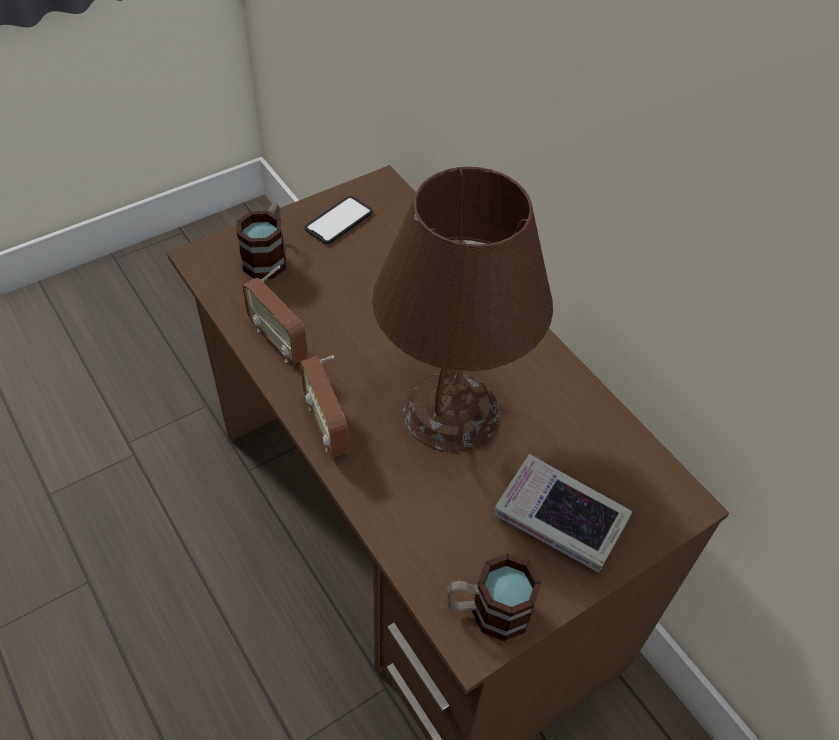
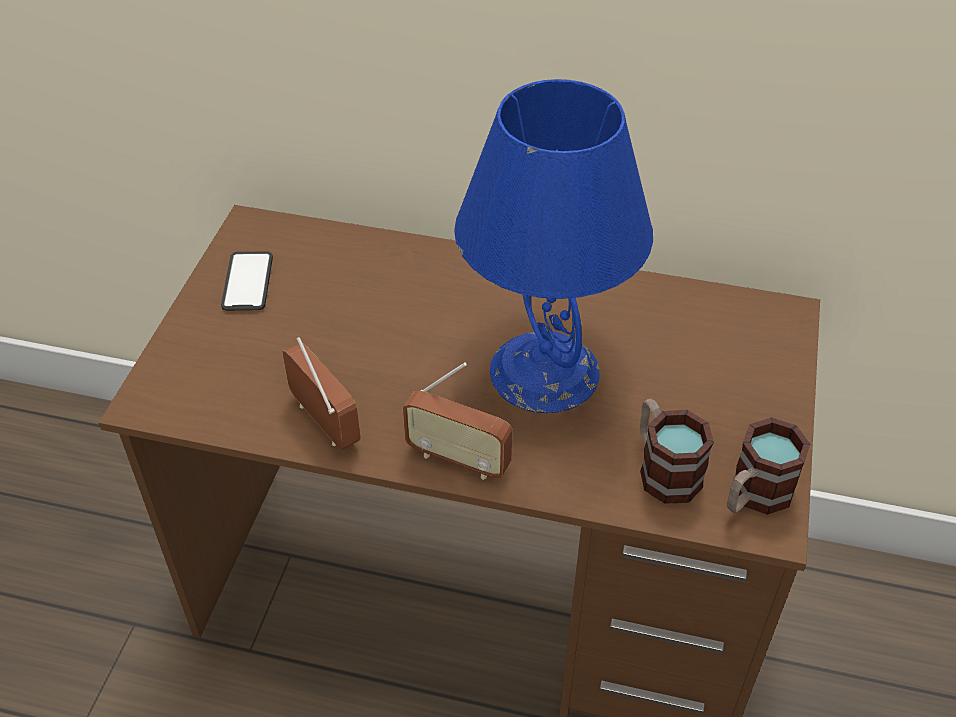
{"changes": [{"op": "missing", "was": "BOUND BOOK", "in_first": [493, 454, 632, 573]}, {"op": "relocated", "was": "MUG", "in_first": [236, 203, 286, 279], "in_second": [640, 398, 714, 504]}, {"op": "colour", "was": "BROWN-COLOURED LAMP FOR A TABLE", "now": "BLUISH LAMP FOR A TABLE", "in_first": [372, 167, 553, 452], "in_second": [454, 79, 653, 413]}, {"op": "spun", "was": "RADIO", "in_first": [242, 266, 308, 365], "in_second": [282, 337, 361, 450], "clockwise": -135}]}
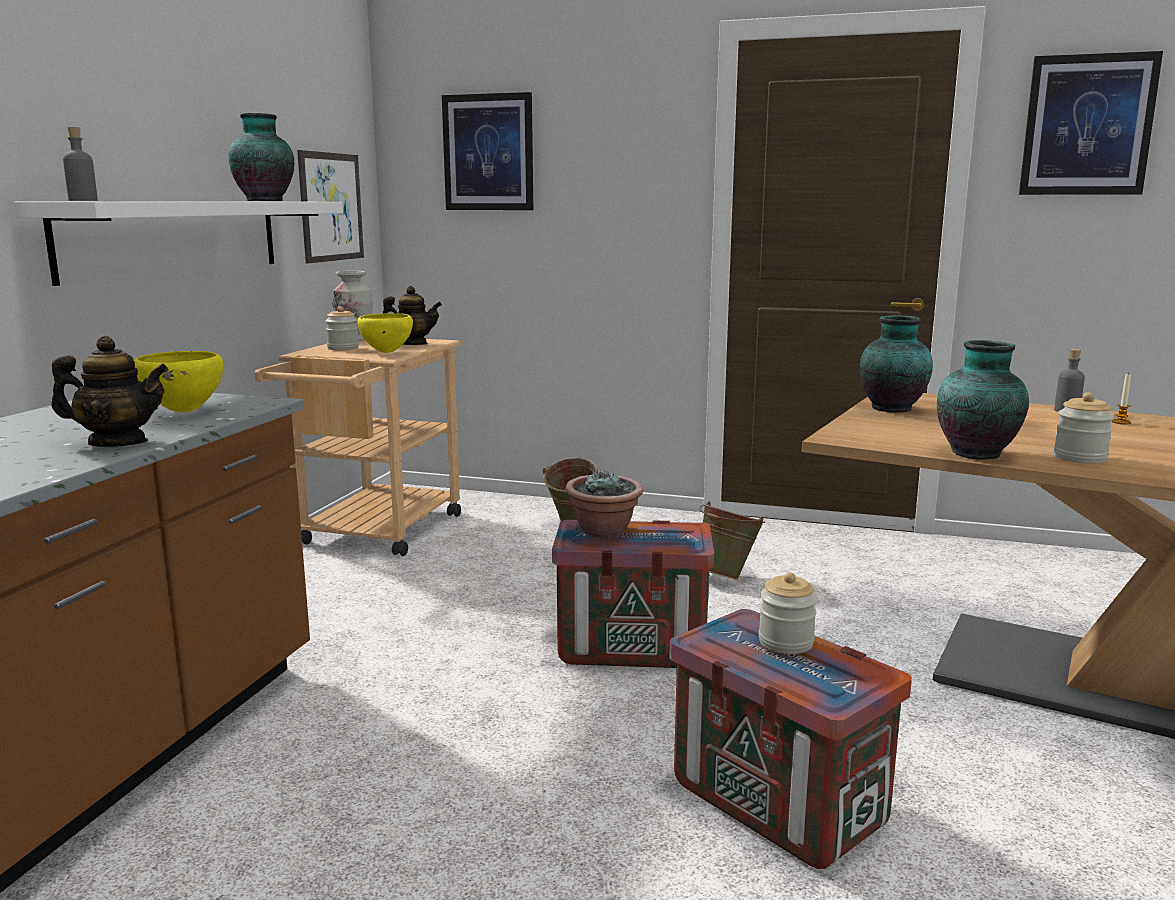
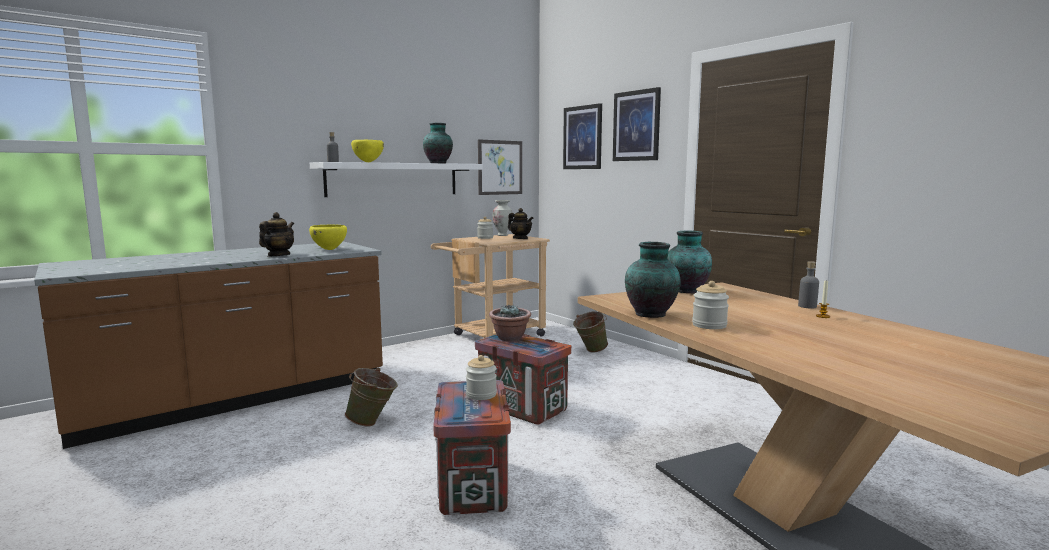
{"changes": [{"op": "relocated", "was": "YELLOW-COLOURED SERVING BOWL", "in_first": [357, 313, 413, 353], "in_second": [351, 140, 384, 162]}, {"op": "relocated", "was": "GREEN BUCKET", "in_first": [699, 502, 765, 580], "in_second": [345, 368, 398, 426]}, {"op": "relocated", "was": "PICTURE", "in_first": [1019, 51, 1163, 195], "in_second": [613, 87, 661, 161]}, {"op": "spun", "was": "TEAPOT", "in_first": [51, 336, 169, 447], "in_second": [259, 212, 294, 256], "clockwise": -105}]}
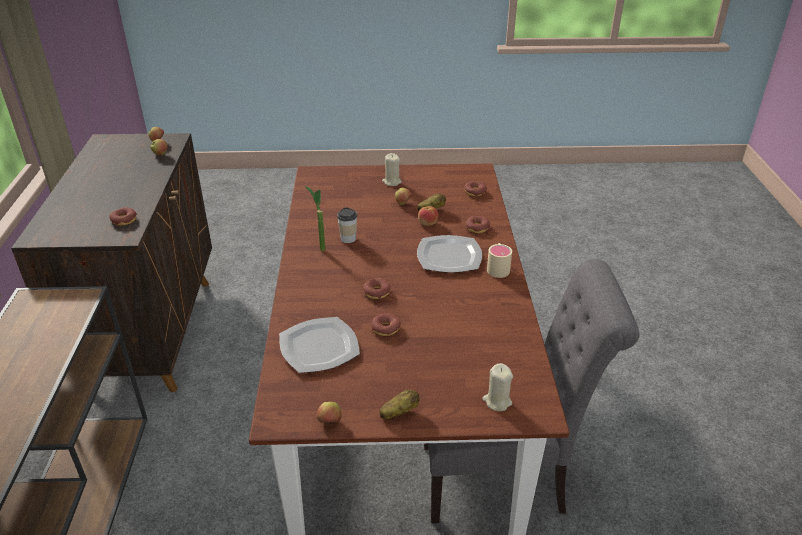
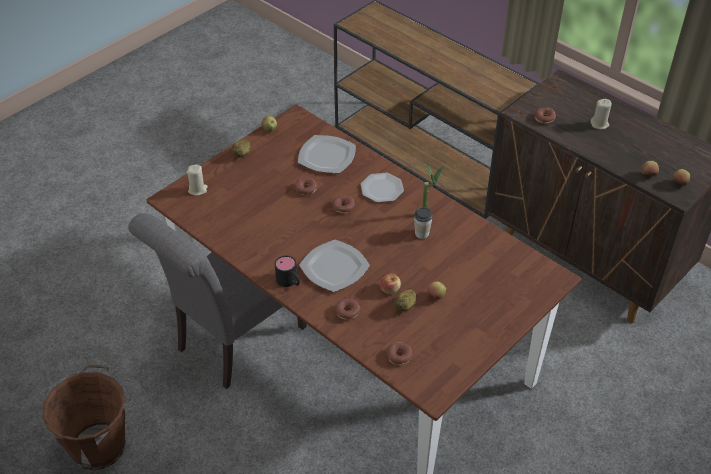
{"changes": [{"op": "appeared", "now": "BROWN-COLOURED BUCKET", "in_second": [42, 364, 131, 471]}, {"op": "appeared", "now": "PLATE", "in_second": [361, 173, 404, 203]}, {"op": "relocated", "was": "BEIGE WAX CANDLE", "in_first": [382, 153, 402, 186], "in_second": [590, 99, 611, 129]}, {"op": "colour", "was": "BEIGE MUG", "now": "BLACK MUG", "in_first": [487, 243, 512, 278], "in_second": [275, 255, 300, 287]}]}
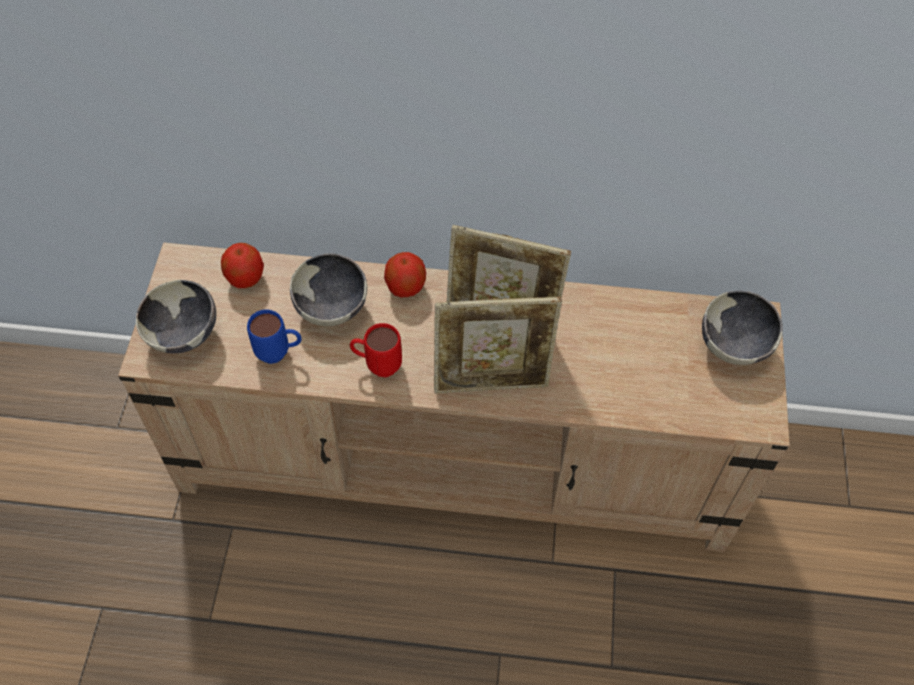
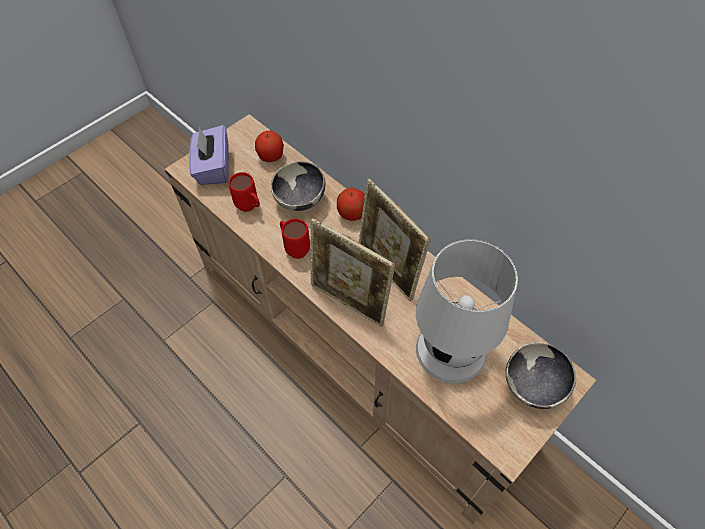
{"changes": [{"op": "appeared", "now": "WHITE-COLOURED LAMP FOR A TABLE", "in_second": [416, 239, 518, 384]}, {"op": "exchanged", "was": "SERVING BOWL", "now": "PURPLE TISSUE BOX", "in_first": [136, 280, 216, 353], "in_second": [189, 125, 229, 185]}, {"op": "colour", "was": "BLUISH MUG", "now": "REDDISH MUG", "in_first": [247, 310, 302, 364], "in_second": [229, 172, 260, 212]}]}
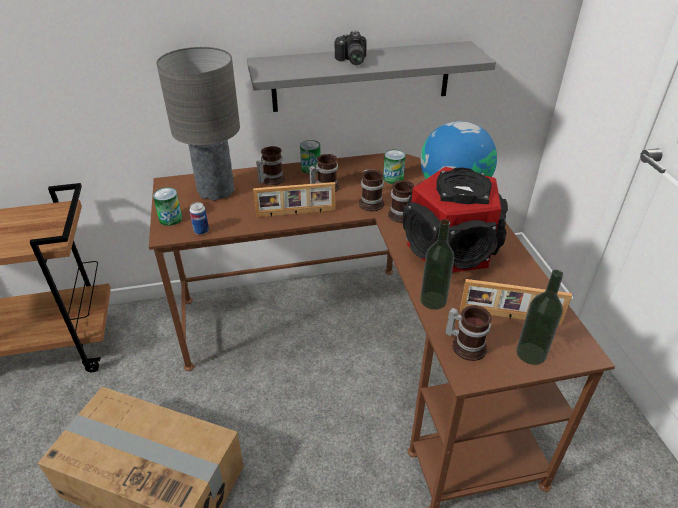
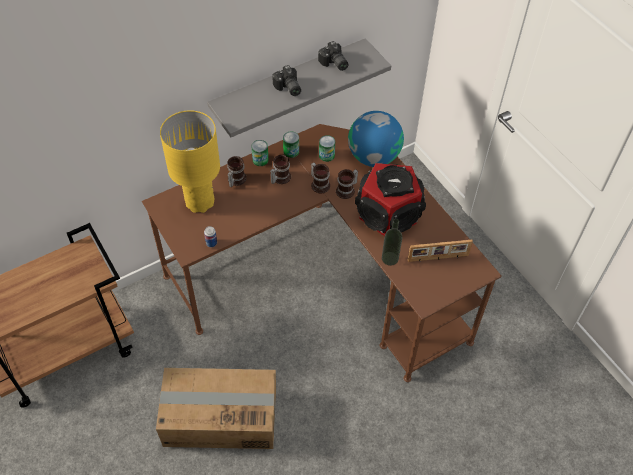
{"changes": [{"op": "missing", "was": "STANDING FRAME", "in_first": [253, 182, 335, 217]}, {"op": "missing", "was": "MUG", "in_first": [445, 305, 492, 361]}, {"op": "missing", "was": "DRINK BOTTLE", "in_first": [516, 270, 564, 365]}, {"op": "appeared", "now": "PHOTO CAMERA", "in_second": [318, 41, 349, 71]}, {"op": "relocated", "was": "METAL CAN", "in_first": [153, 188, 182, 226], "in_second": [283, 132, 299, 158]}, {"op": "colour", "was": "GREY LAMP FOR A TABLE", "now": "YELLOW-COLOURED LAMP FOR A TABLE", "in_first": [156, 47, 240, 201], "in_second": [160, 110, 220, 213]}]}
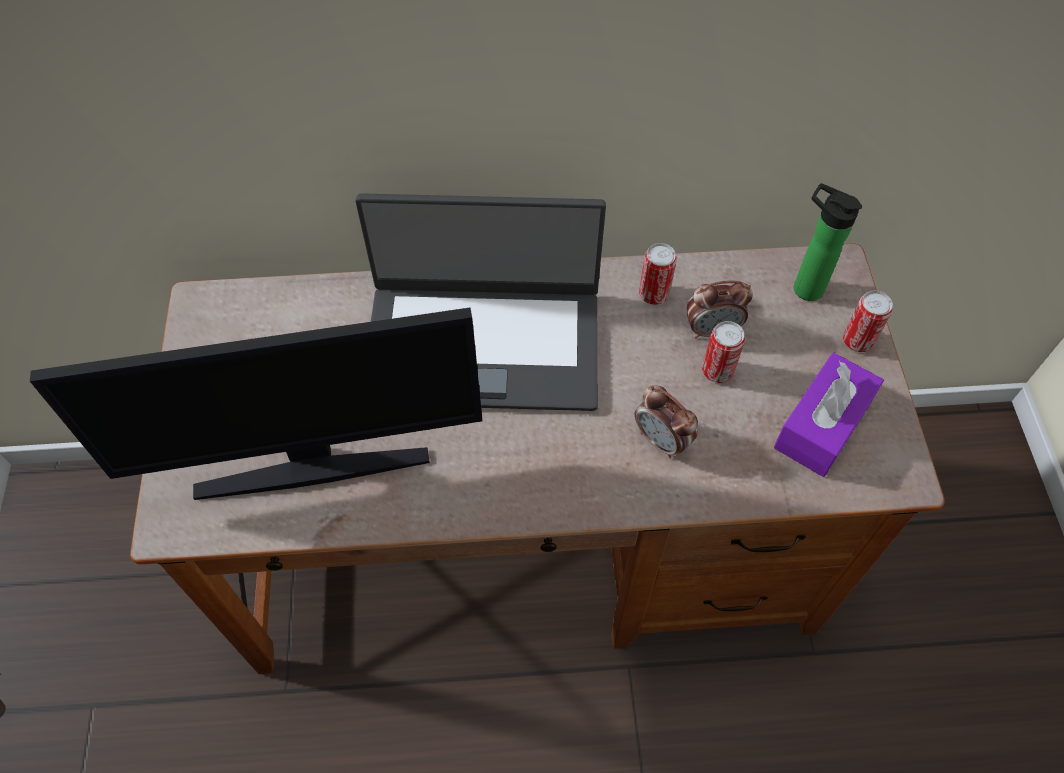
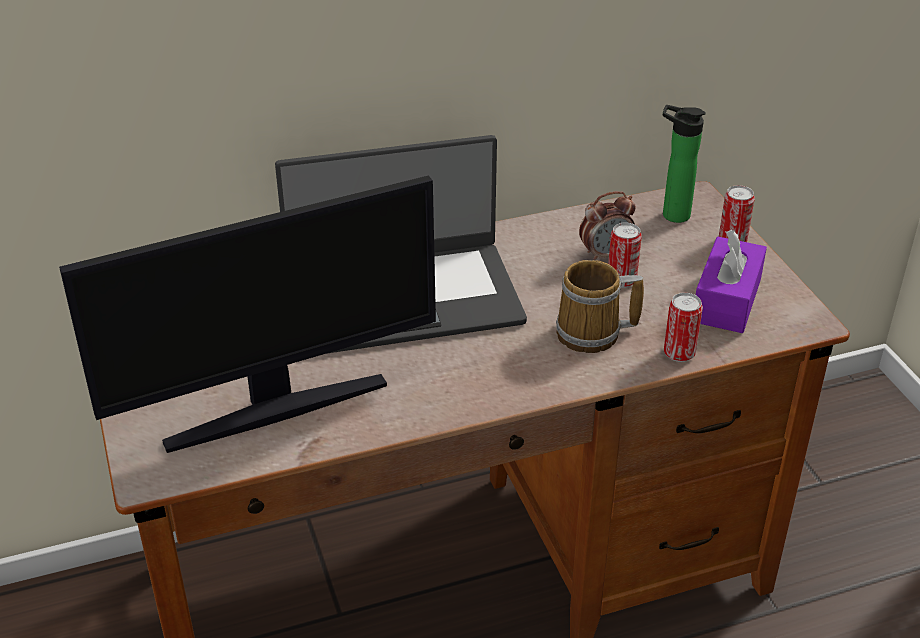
{"changes": [{"op": "relocated", "was": "METAL CAN", "in_first": [639, 243, 677, 305], "in_second": [664, 293, 703, 362]}, {"op": "exchanged", "was": "ALARM CLOCK", "now": "MUG", "in_first": [635, 386, 698, 459], "in_second": [556, 260, 644, 353]}]}
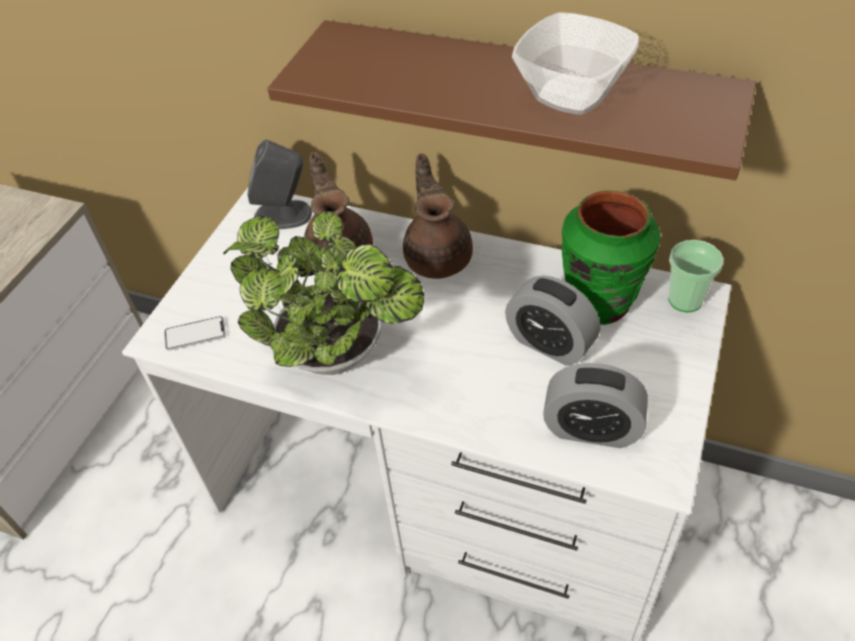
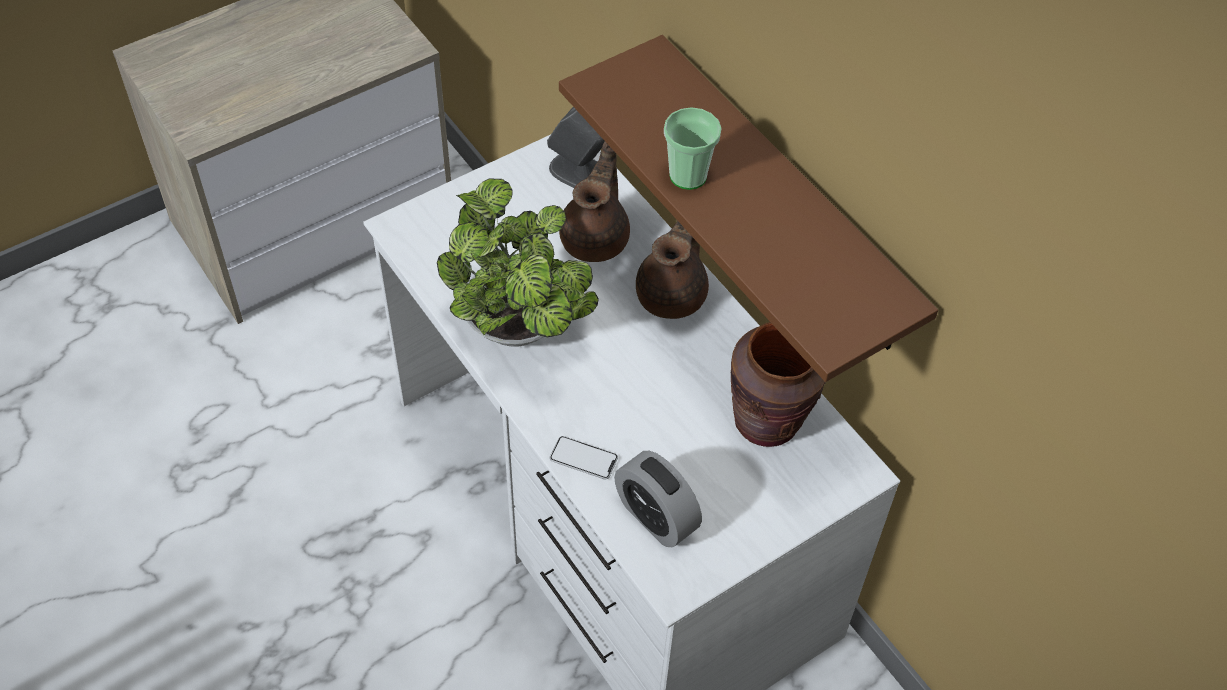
{"changes": [{"op": "missing", "was": "ALARM CLOCK", "in_first": [505, 275, 600, 365]}, {"op": "missing", "was": "SERVING BOWL", "in_first": [512, 12, 639, 115]}, {"op": "relocated", "was": "TELEPHONE", "in_first": [164, 316, 226, 351], "in_second": [550, 436, 618, 479]}, {"op": "relocated", "was": "SMALL CUP", "in_first": [668, 240, 724, 312], "in_second": [664, 107, 722, 190]}, {"op": "colour", "was": "GREEN FLOWER VASE", "now": "BROWN-COLOURED FLOWER VASE", "in_first": [561, 191, 660, 325], "in_second": [731, 322, 826, 447]}]}
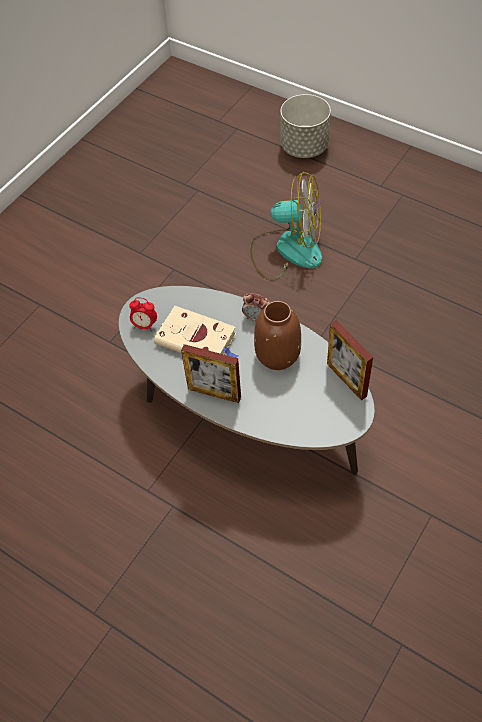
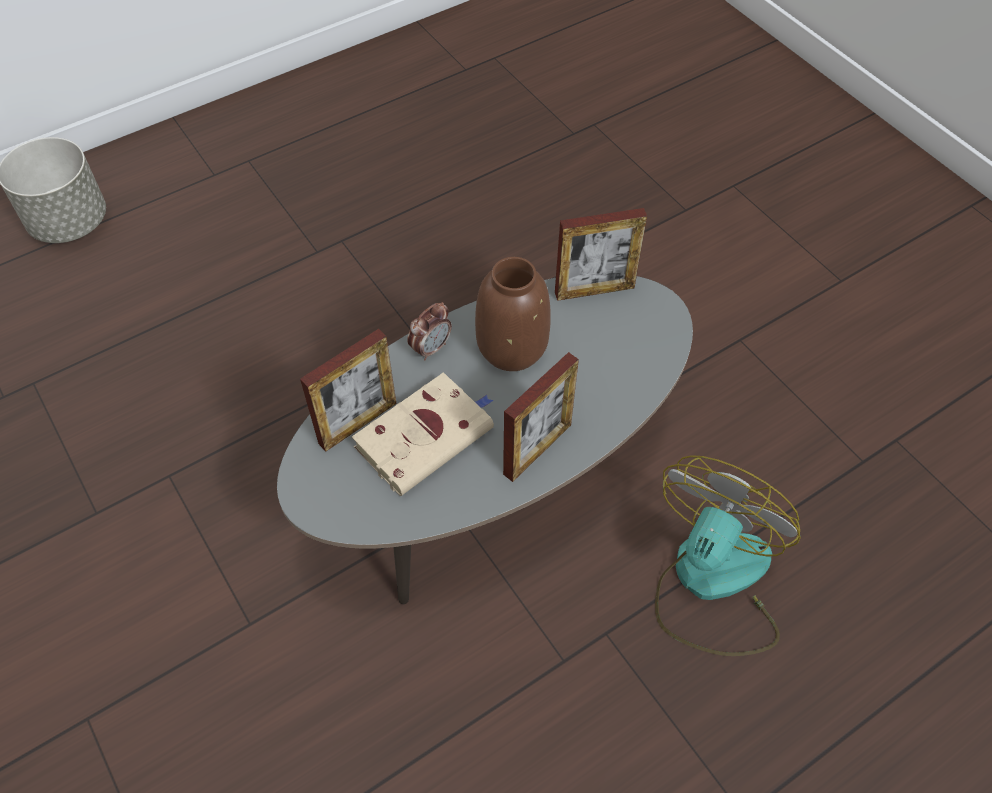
{"changes": [{"op": "missing", "was": "ALARM CLOCK", "in_first": [129, 297, 157, 332]}, {"op": "appeared", "now": "STANDING FRAME", "in_second": [300, 329, 397, 452]}, {"op": "relocated", "was": "ELECTRIC FAN", "in_first": [250, 172, 322, 281], "in_second": [655, 455, 801, 656]}]}
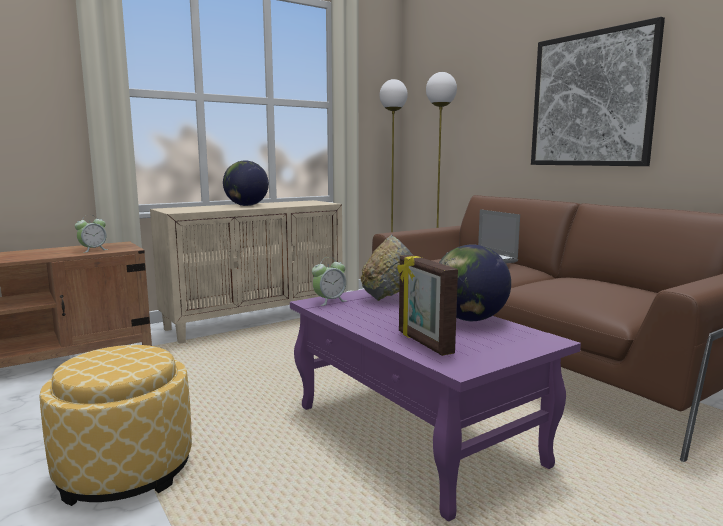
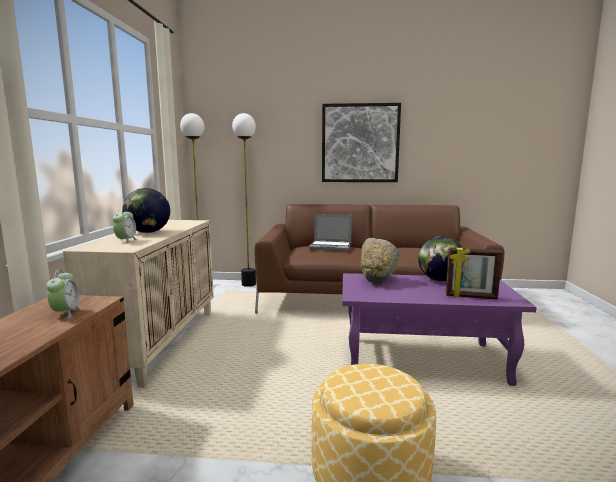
{"changes": [{"op": "relocated", "was": "ALARM CLOCK", "in_first": [312, 257, 346, 306], "in_second": [113, 208, 138, 244]}]}
